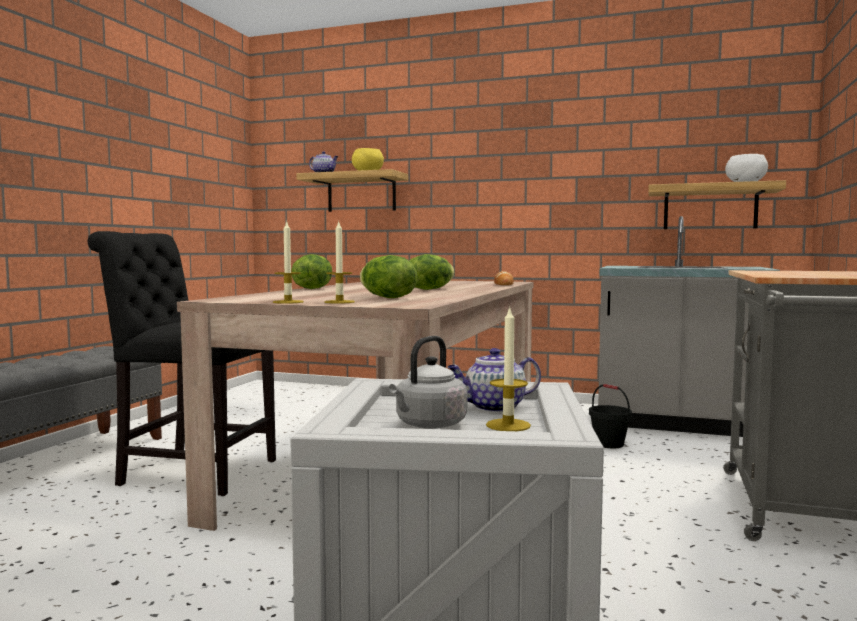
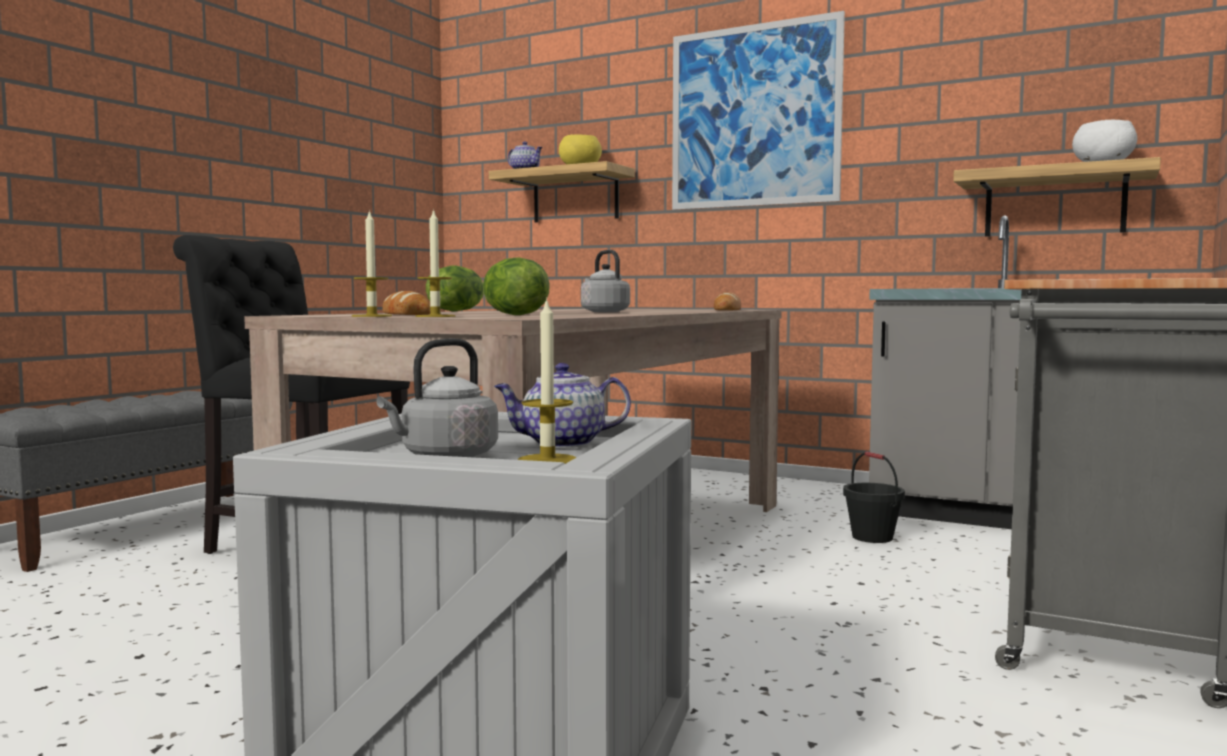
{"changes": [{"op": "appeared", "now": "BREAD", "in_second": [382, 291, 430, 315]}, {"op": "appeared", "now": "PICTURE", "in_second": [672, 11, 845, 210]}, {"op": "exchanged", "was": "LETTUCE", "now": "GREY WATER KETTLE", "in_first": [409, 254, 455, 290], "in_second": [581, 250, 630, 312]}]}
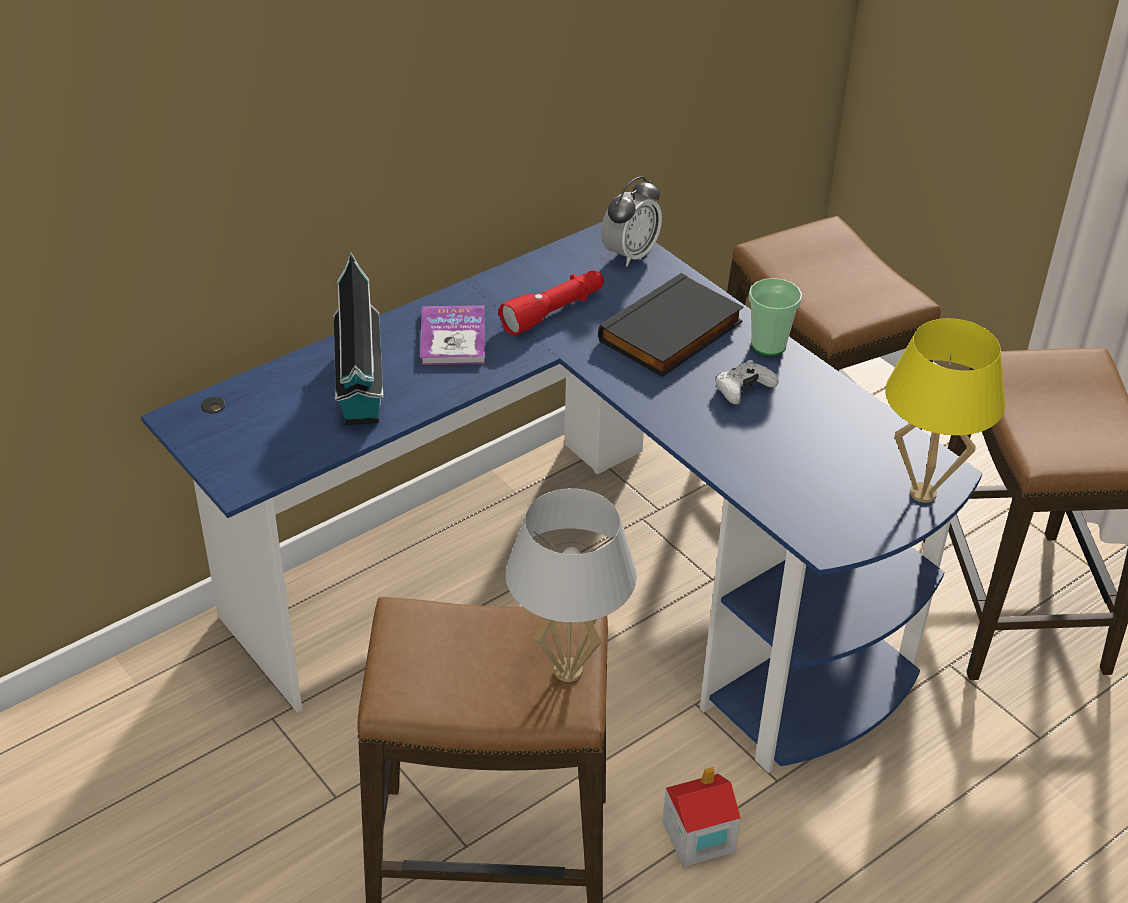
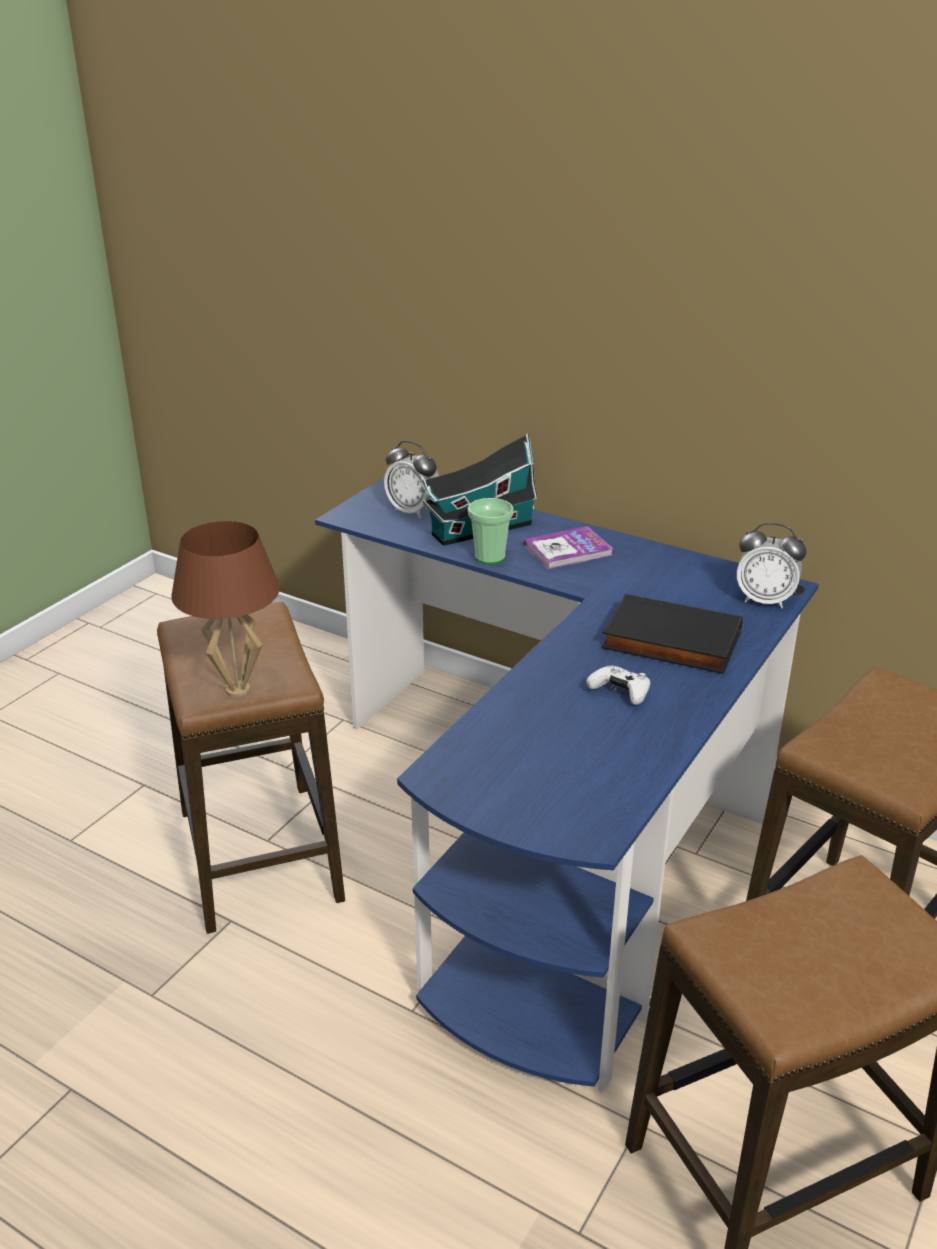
{"changes": [{"op": "missing", "was": "REDDISH HAND TORCH", "in_first": [498, 271, 604, 335]}, {"op": "missing", "was": "TOY HOUSE", "in_first": [662, 767, 741, 867]}, {"op": "missing", "was": "YELLOW-COLOURED LAMP FOR A TABLE", "in_first": [885, 318, 1005, 503]}, {"op": "appeared", "now": "ALARM CLOCK", "in_second": [384, 441, 439, 519]}, {"op": "relocated", "was": "SMALL CUP", "in_first": [749, 278, 802, 356], "in_second": [468, 498, 513, 564]}, {"op": "colour", "was": "WHITE-COLOURED LAMP FOR A TABLE", "now": "BROWN-COLOURED LAMP FOR A TABLE", "in_first": [505, 488, 637, 682], "in_second": [172, 521, 280, 697]}]}
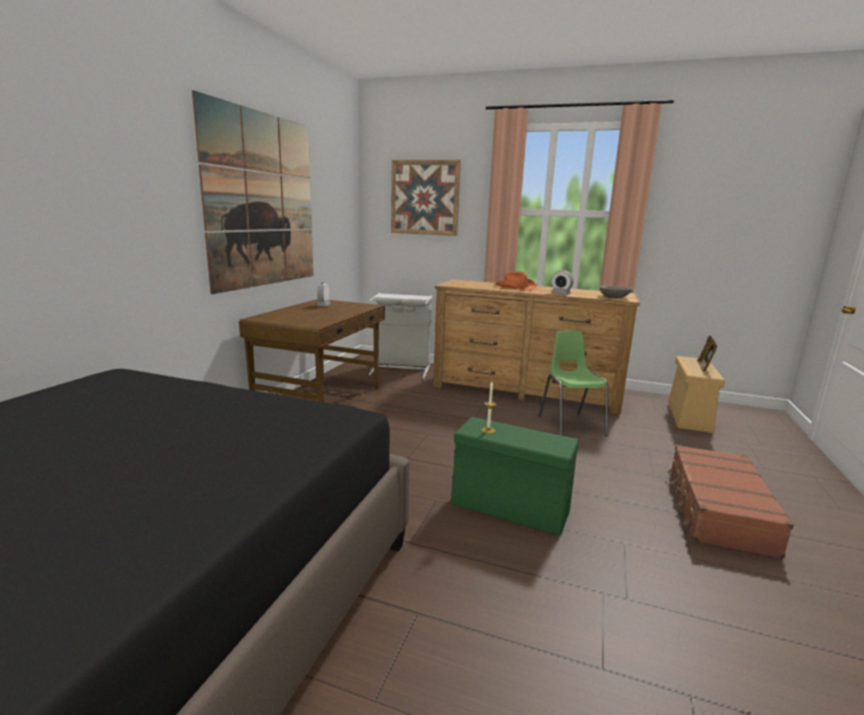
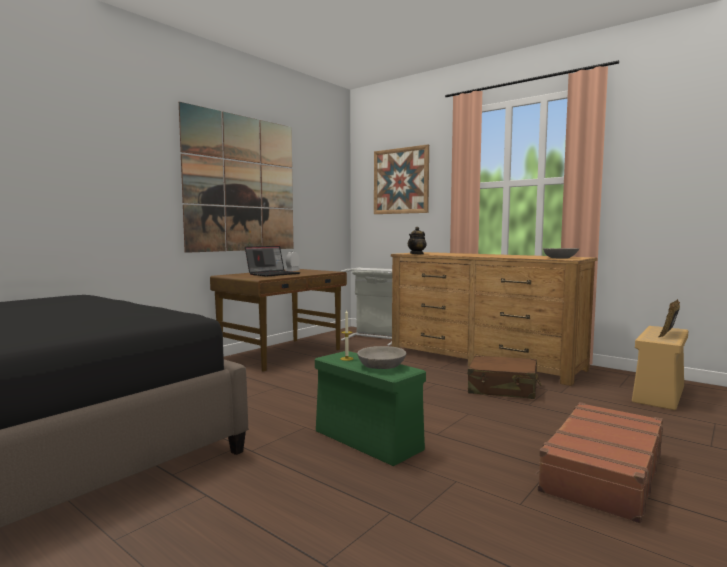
{"changes": [{"op": "missing", "was": "ORANGE CLOTHING HAT", "in_first": [495, 272, 537, 290]}, {"op": "missing", "was": "ALARM CLOCK", "in_first": [551, 270, 573, 295]}, {"op": "appeared", "now": "PORTABLE COMPUTER", "in_second": [245, 246, 301, 277]}, {"op": "appeared", "now": "GREY SERVING BOWL", "in_second": [357, 346, 407, 369]}, {"op": "appeared", "now": "TEAPOT", "in_second": [408, 227, 427, 254]}, {"op": "exchanged", "was": "GREEN UPRIGHT CHAIR", "now": "BROWN-COLOURED SUITCASE", "in_first": [539, 330, 608, 436], "in_second": [468, 355, 542, 399]}]}
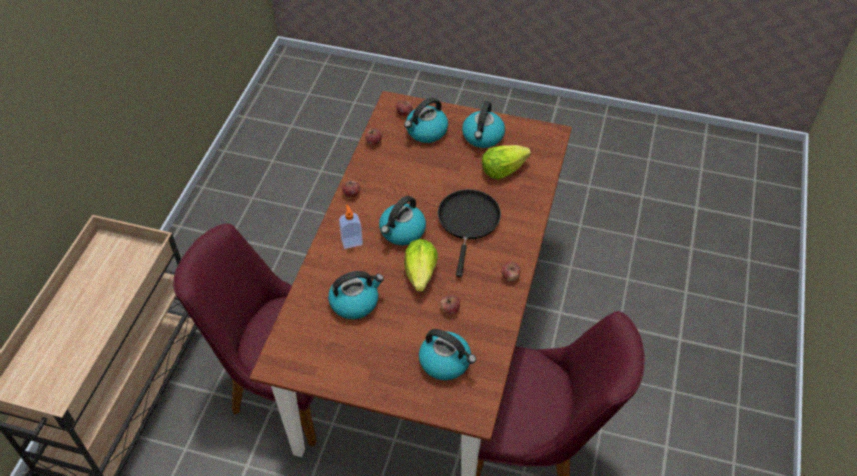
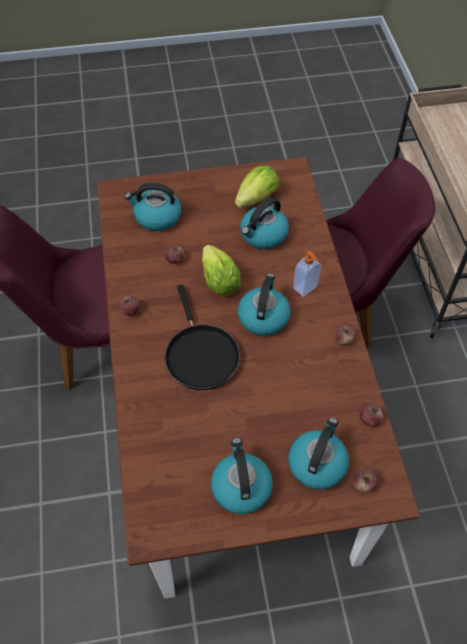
{"changes": [{"op": "relocated", "was": "LETTUCE", "in_first": [482, 145, 531, 179], "in_second": [235, 165, 279, 208]}]}
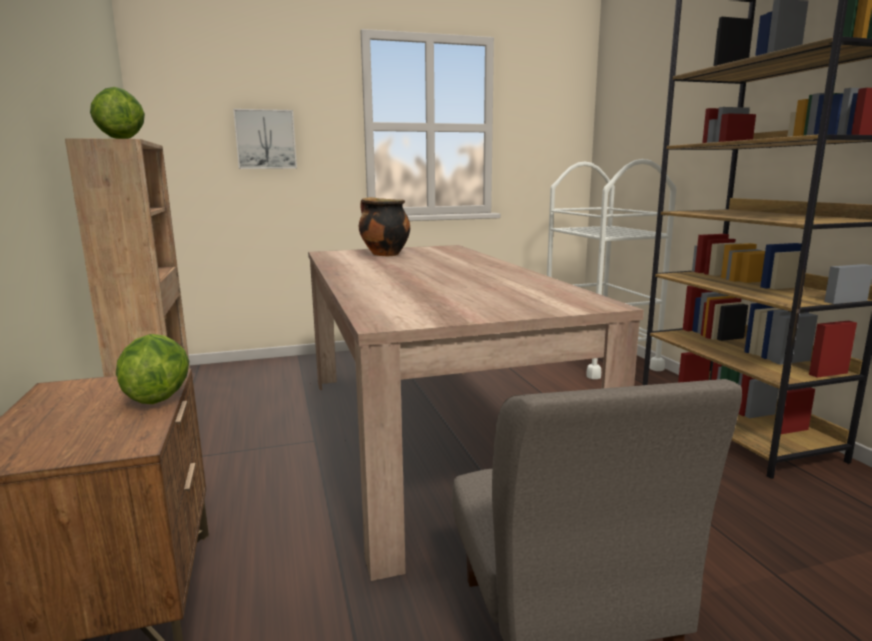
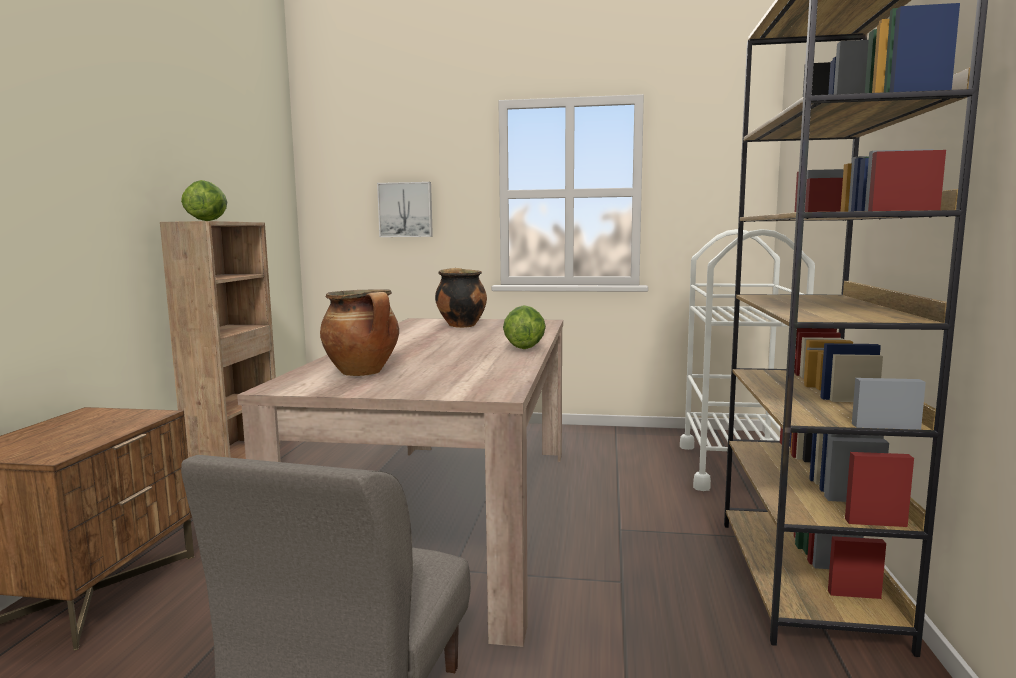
{"changes": [{"op": "appeared", "now": "COOKING POT", "in_second": [320, 289, 399, 376]}, {"op": "relocated", "was": "LETTUCE", "in_first": [116, 334, 189, 404], "in_second": [503, 305, 546, 349]}]}
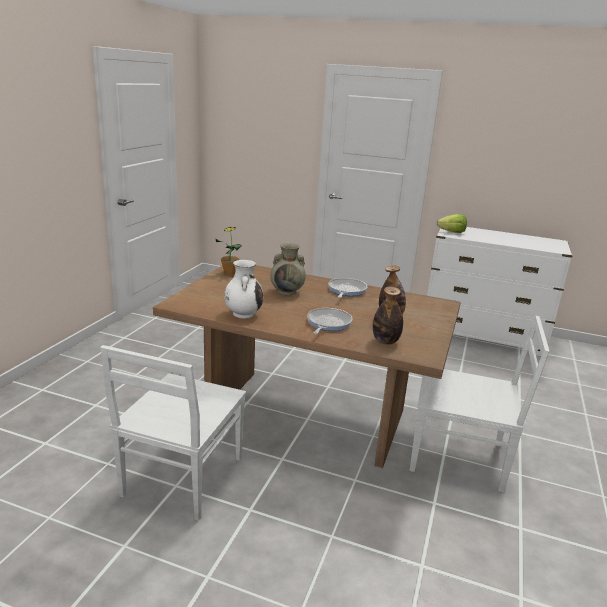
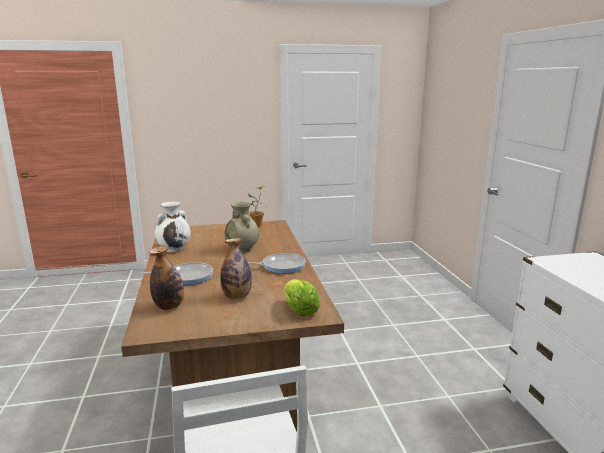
{"changes": [{"op": "missing", "was": "WHITE-COLOURED UPRIGHT CHAIR", "in_first": [100, 345, 246, 521]}, {"op": "relocated", "was": "LETTUCE", "in_first": [437, 214, 467, 233], "in_second": [284, 279, 320, 316]}]}
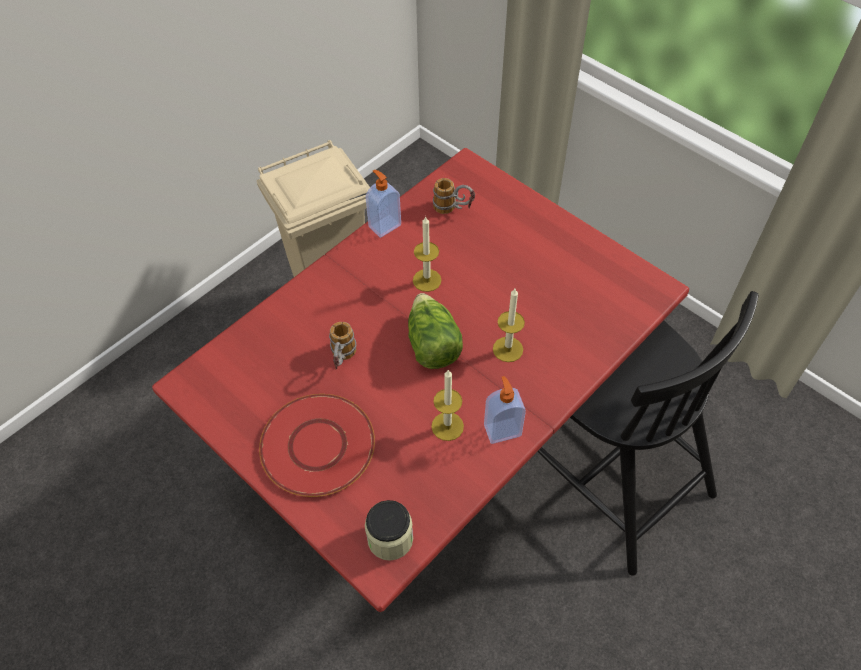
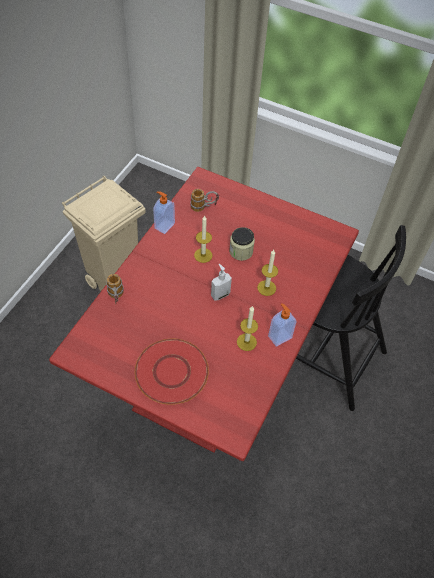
{"changes": [{"op": "relocated", "was": "MUG", "in_first": [329, 322, 357, 370], "in_second": [106, 274, 124, 304]}, {"op": "relocated", "was": "PRESERVE JAR", "in_first": [365, 500, 413, 561], "in_second": [229, 227, 255, 261]}, {"op": "exchanged", "was": "LETTUCE", "now": "SOAP DISPENSER", "in_first": [408, 293, 463, 369], "in_second": [211, 264, 232, 300]}]}
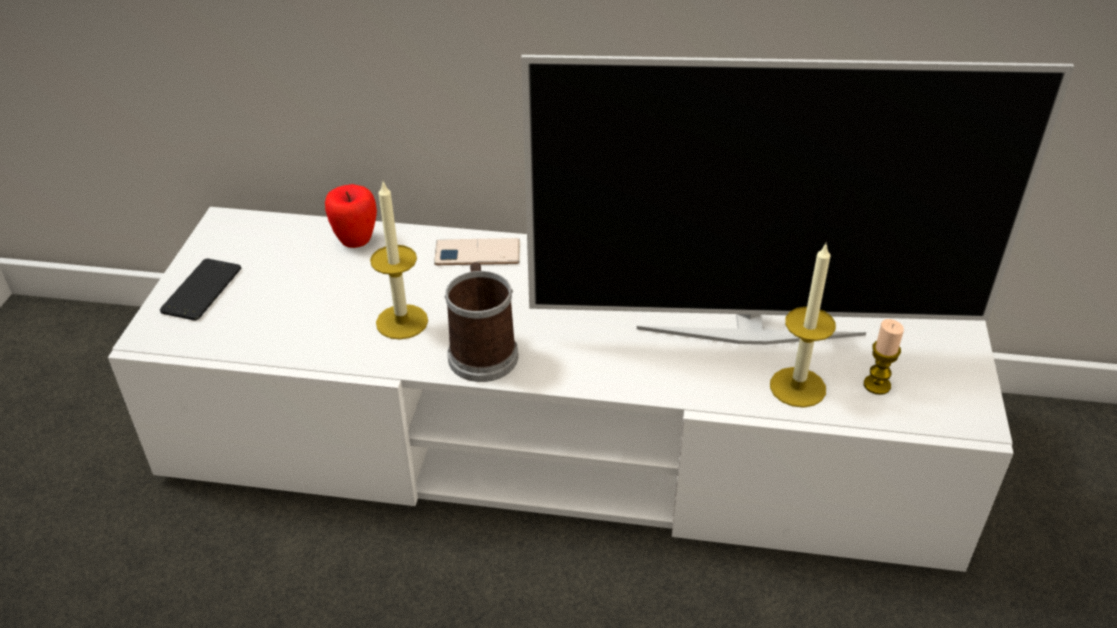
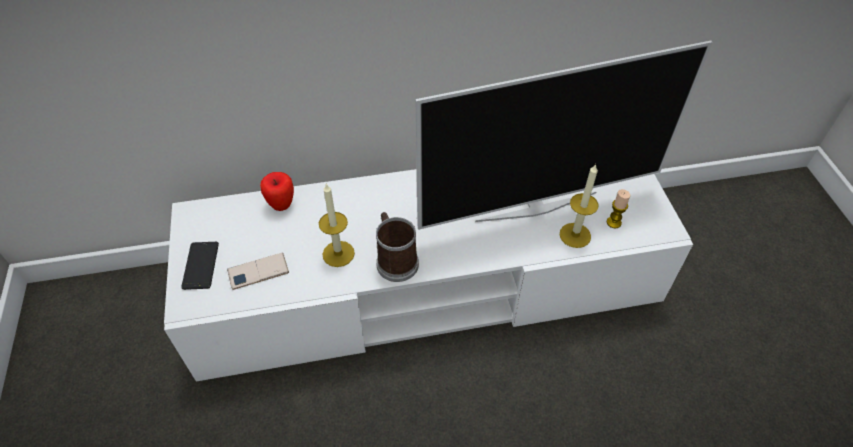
{"changes": [{"op": "relocated", "was": "TELEPHONE", "in_first": [434, 238, 520, 265], "in_second": [227, 253, 289, 290]}]}
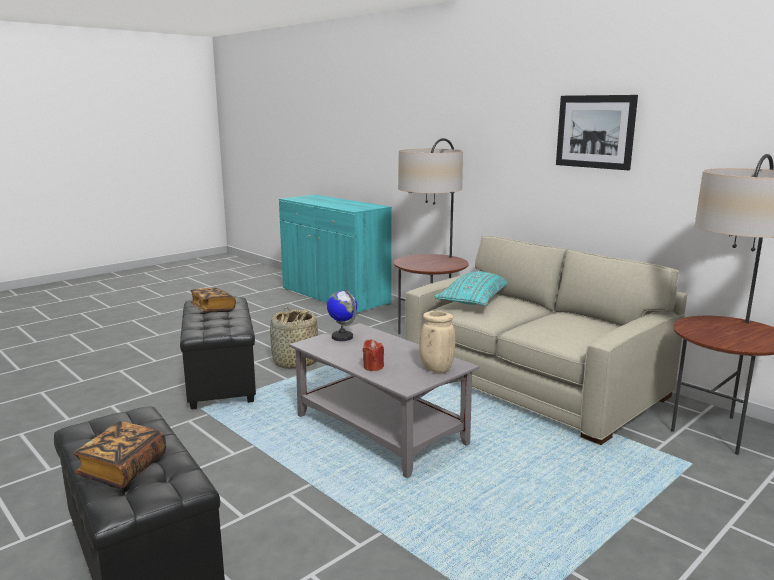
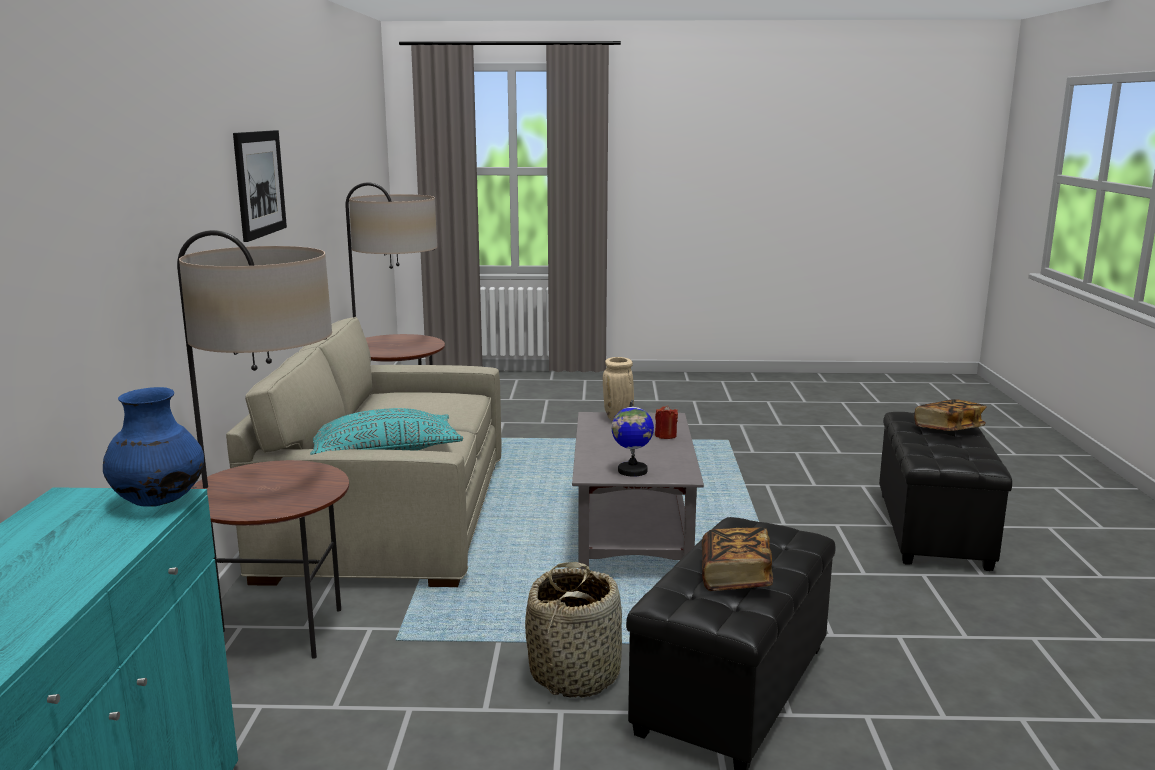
{"changes": [{"op": "appeared", "now": "BLUISH FLOWER VASE", "in_second": [103, 387, 204, 507]}]}
